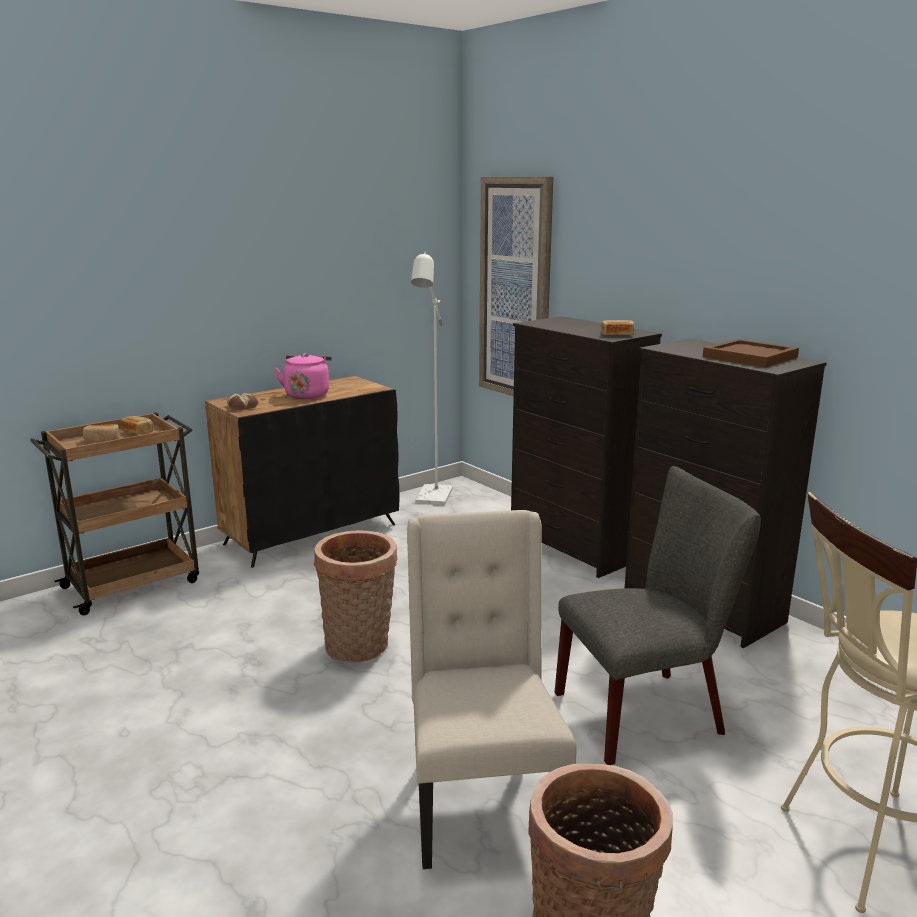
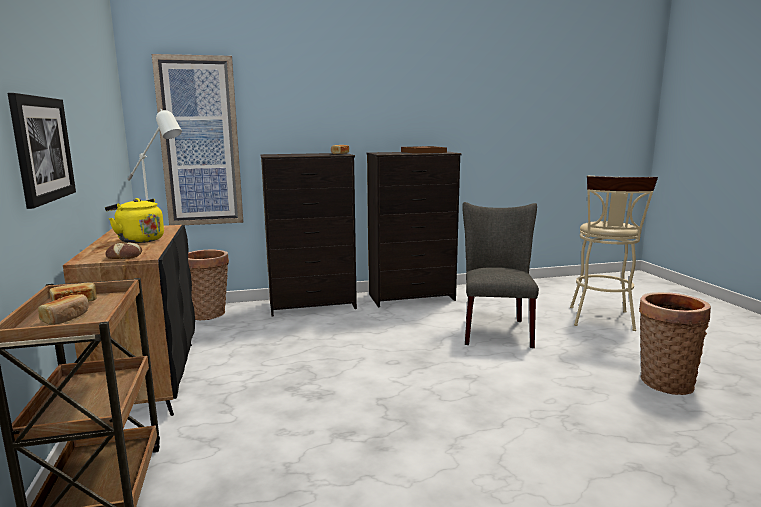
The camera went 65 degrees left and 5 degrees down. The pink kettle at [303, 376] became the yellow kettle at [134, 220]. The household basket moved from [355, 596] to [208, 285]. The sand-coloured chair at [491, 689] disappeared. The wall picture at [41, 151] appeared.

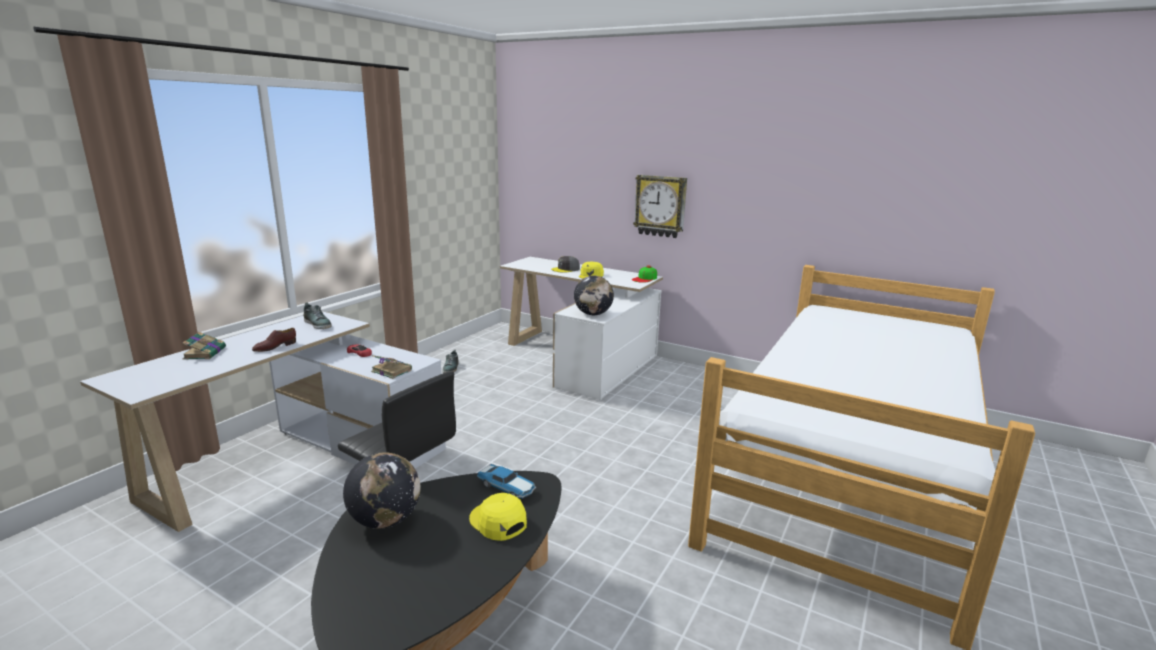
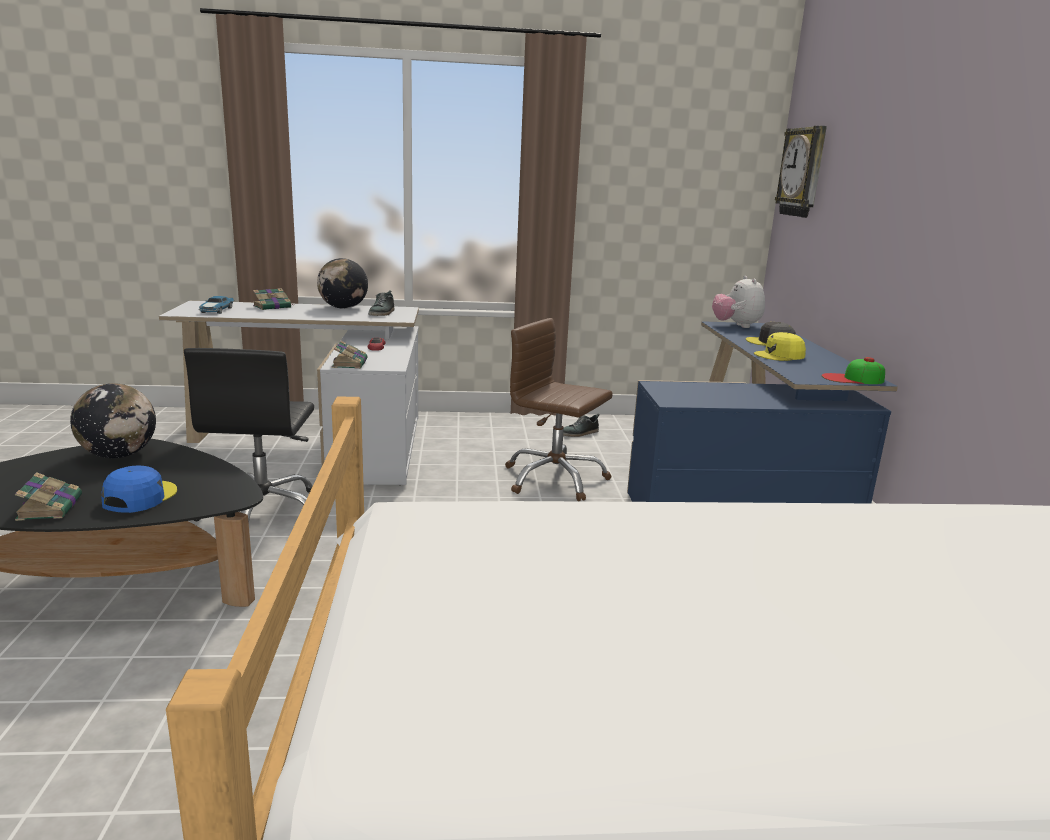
The camera went 55 degrees right and 0 degrees up. The brown item of footwear at [274, 340] disappeared. The yellow peaked cap at [498, 517] became the blue-coloured peaked cap at [139, 489]. The toy car moved from [506, 481] to [216, 305]. The white desk table at [581, 328] became the blue-coloured desk table at [762, 412]. The world globe moved from [594, 295] to [342, 283]. The hanging clock moved from [660, 206] to [801, 172]. The volume at [48, 496] appeared. The brown desk chair at [559, 409] appeared. The soft toy at [738, 302] appeared.

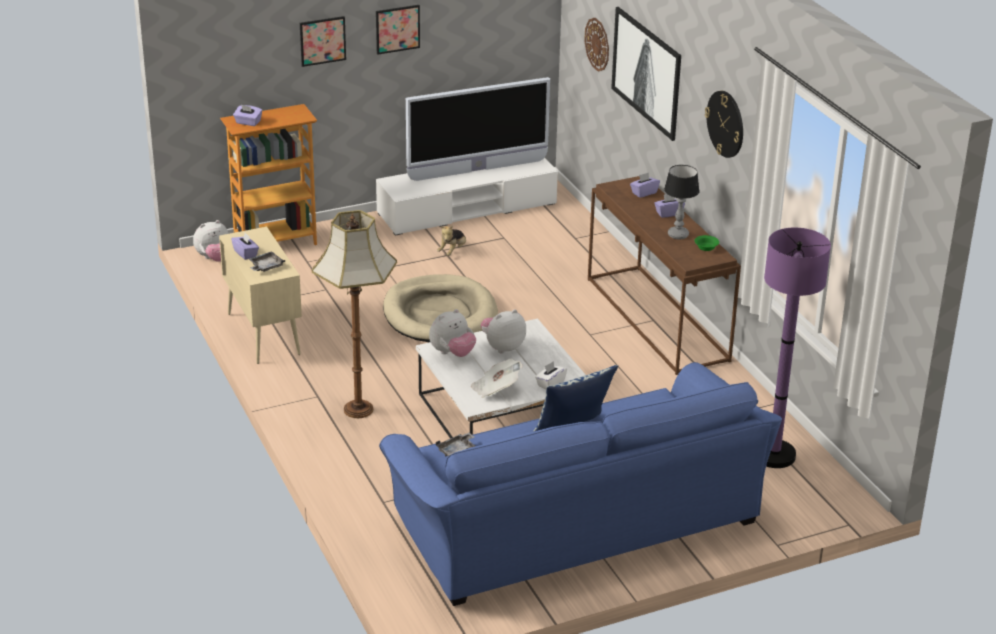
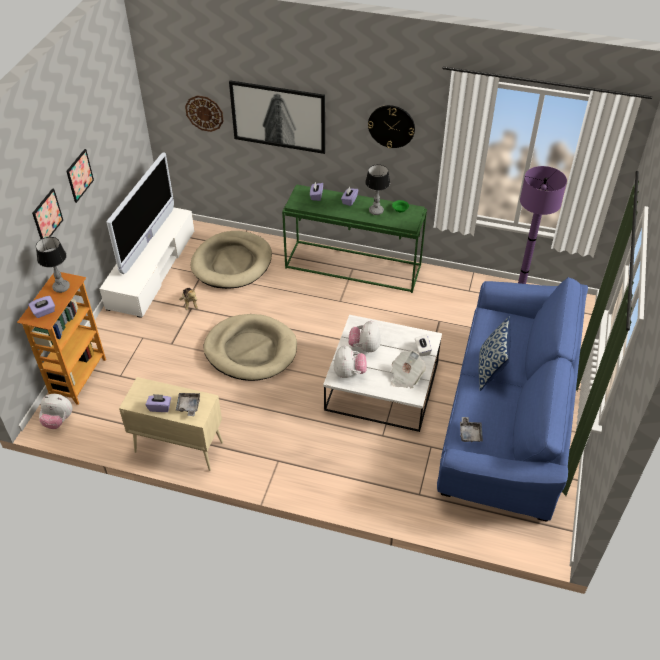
The camera went 50 degrees left and 15 degrees up. The soft toy at [211, 241] turned 90 degrees clockwise. The standard lamp at [354, 314] disappeared. The brown hall table at [664, 275] became the green-coloured hall table at [354, 239]. The tabletop lamp at [53, 265] appeared. The sand-coloured dog cushion at [231, 260] appeared.

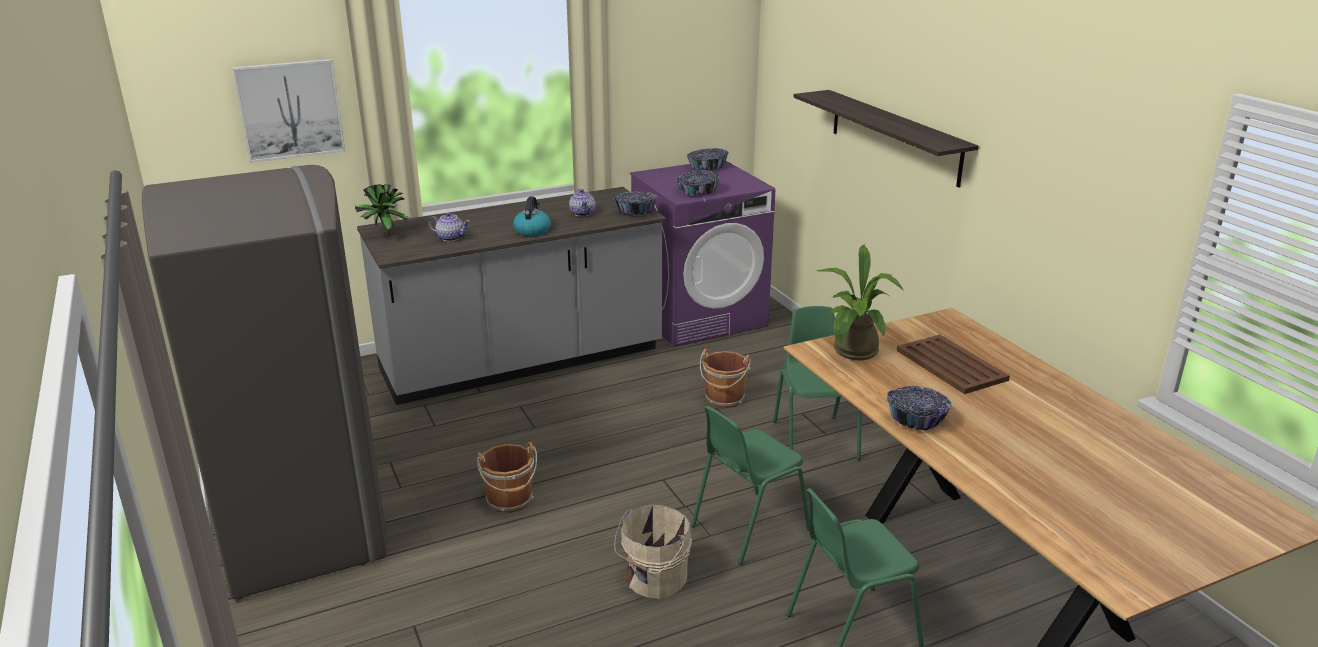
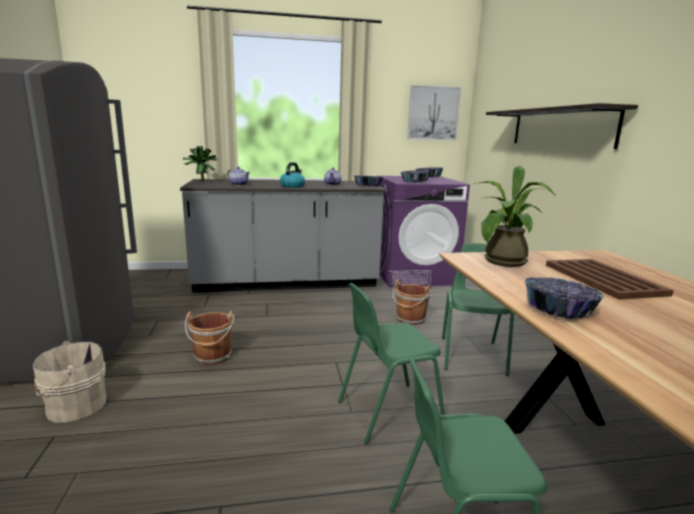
The camera went 15 degrees right and 10 degrees down. The wall picture moved from [288, 111] to [434, 112]. The sand-coloured water bucket moved from [653, 552] to [69, 382].

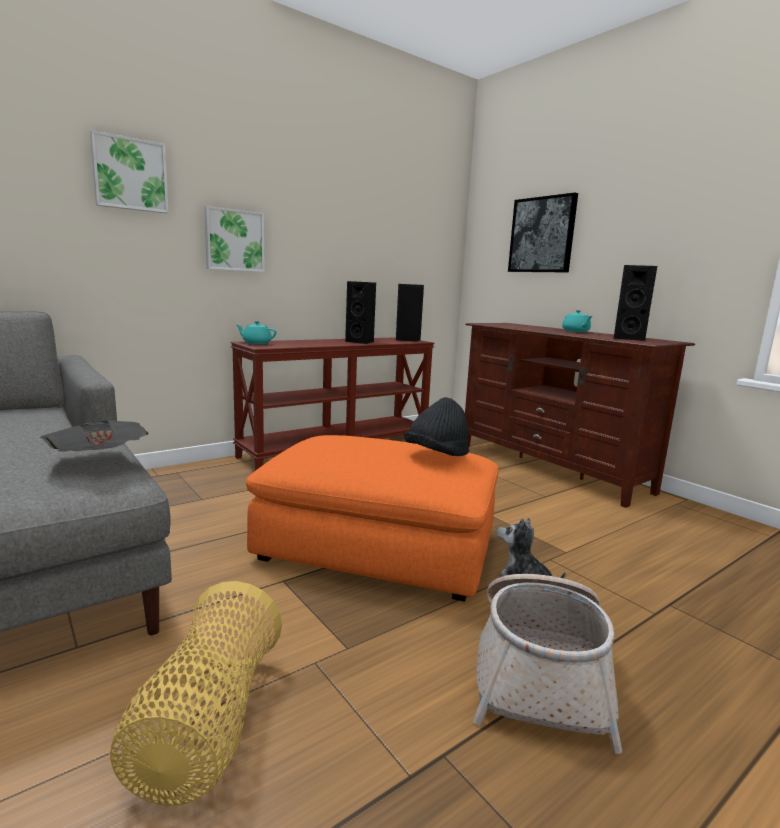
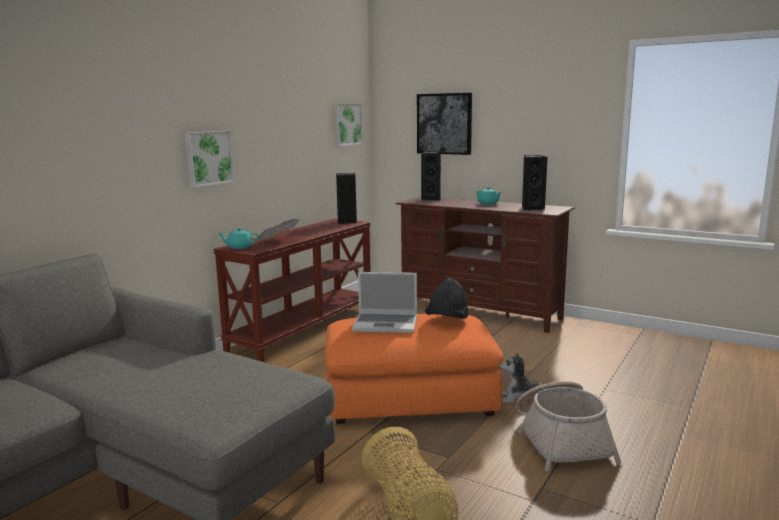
The camera went 20 degrees left and 0 degrees up. The newspaper moved from [94, 436] to [279, 229]. The wall picture moved from [129, 172] to [348, 125]. The blackish loudspeaker moved from [360, 312] to [431, 175]. The notebook computer at [384, 302] appeared.

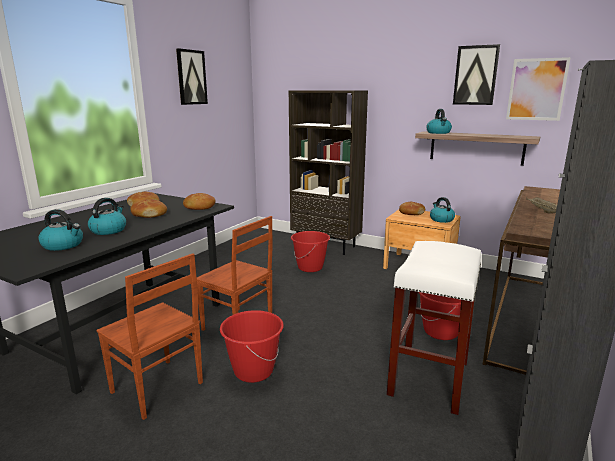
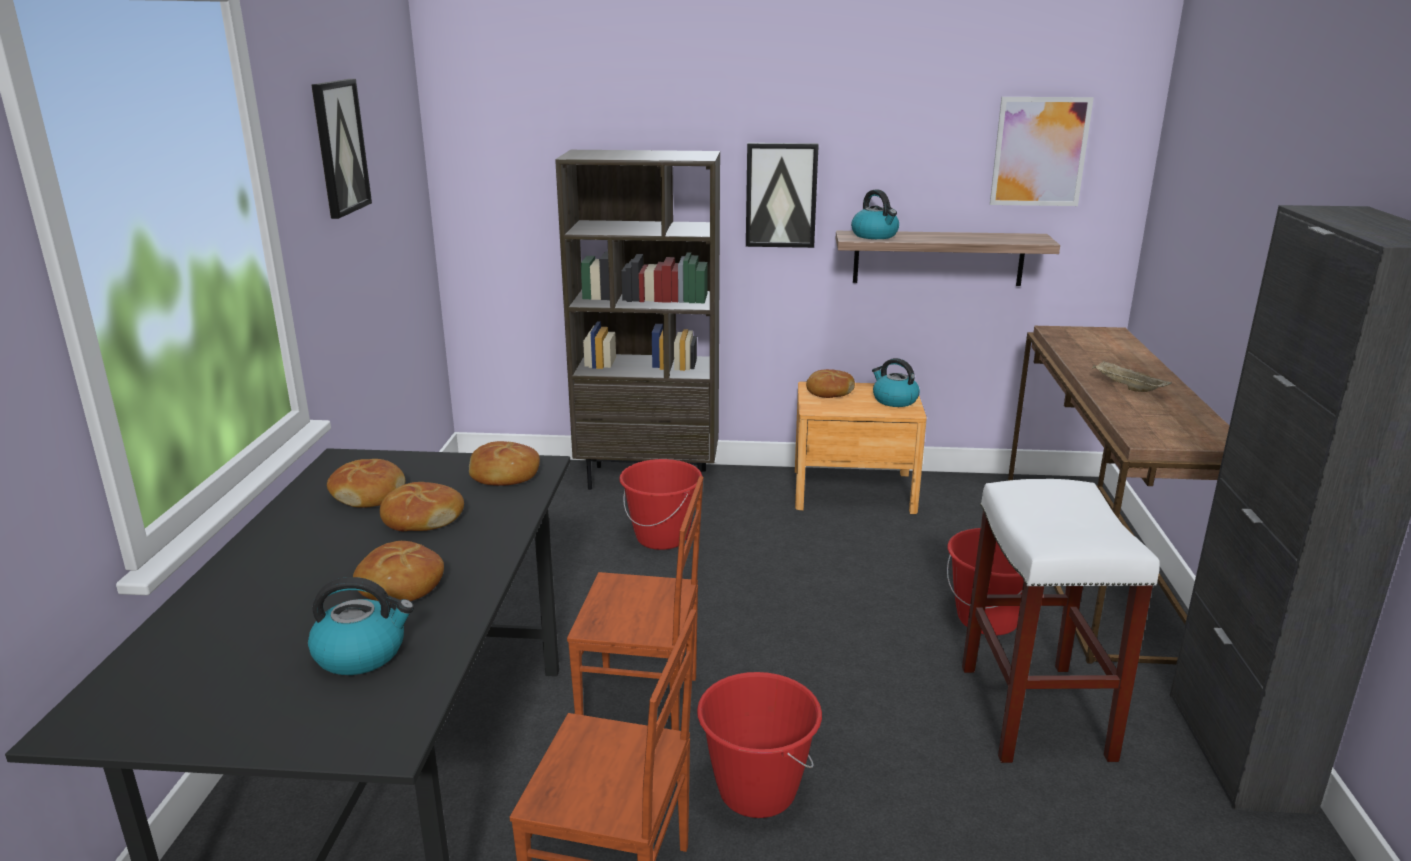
The camera went 25 degrees left and 5 degrees up. The kettle at [107, 216] was replaced by the bakery bread at [398, 571]. The wall picture moved from [476, 74] to [782, 195].

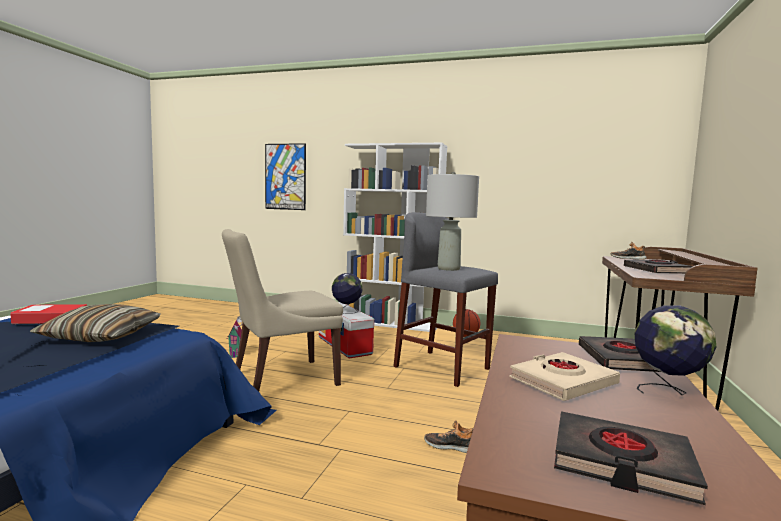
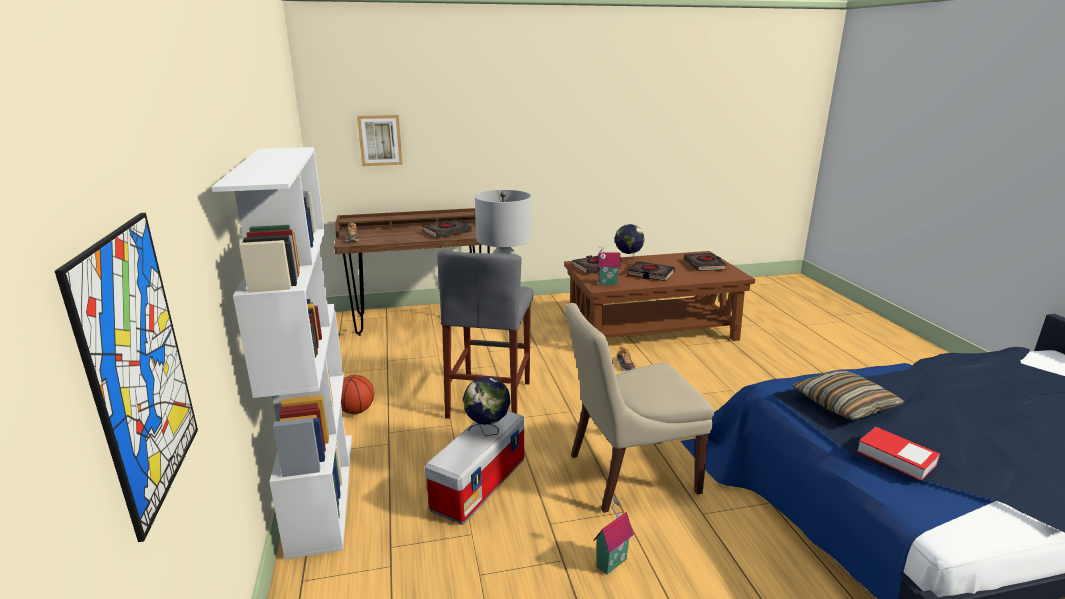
The camera went 120 degrees left and 15 degrees up. The sand-coloured chair at [282, 310] turned 135 degrees clockwise. The sand-coloured volume at [564, 376] became the blackish volume at [651, 271]. The wall picture at [379, 140] appeared. The miniature house at [609, 265] appeared.

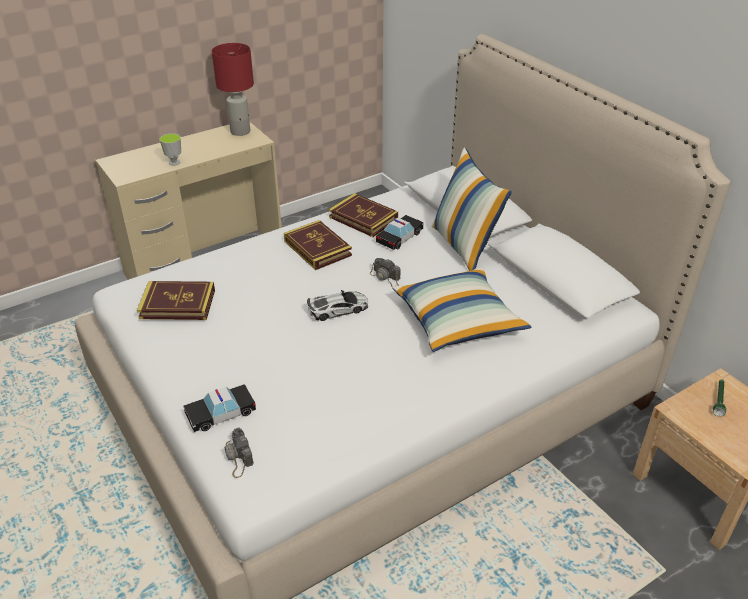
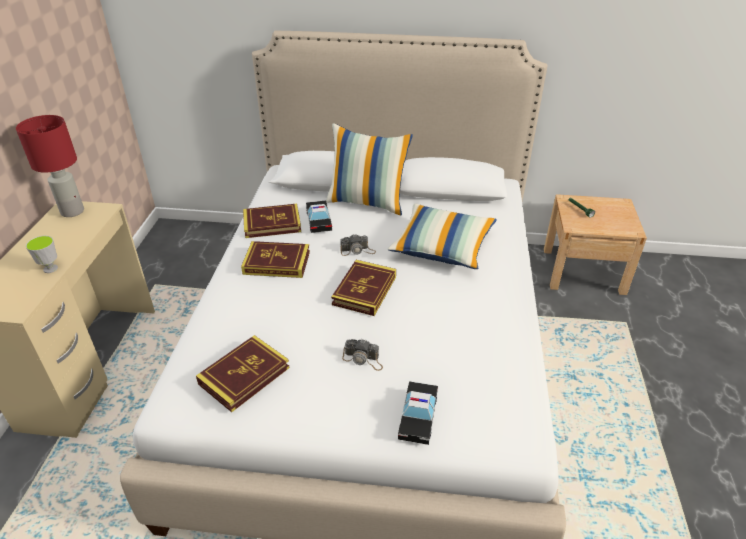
The camera went 50 degrees left and 0 degrees up. The still camera moved from [238, 453] to [362, 355]. The toy car at [337, 305] was replaced by the volume at [363, 288].

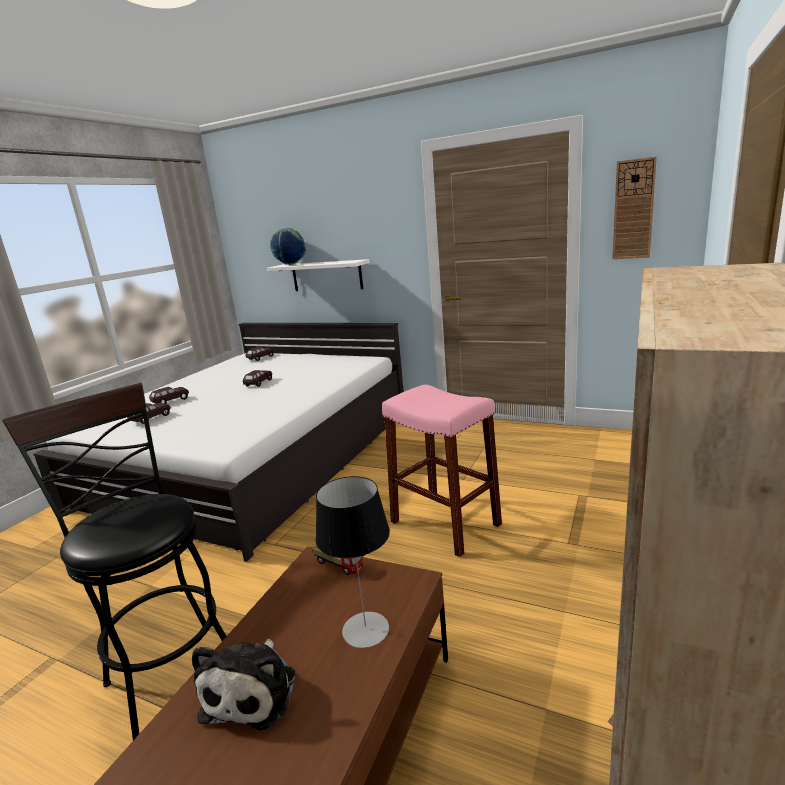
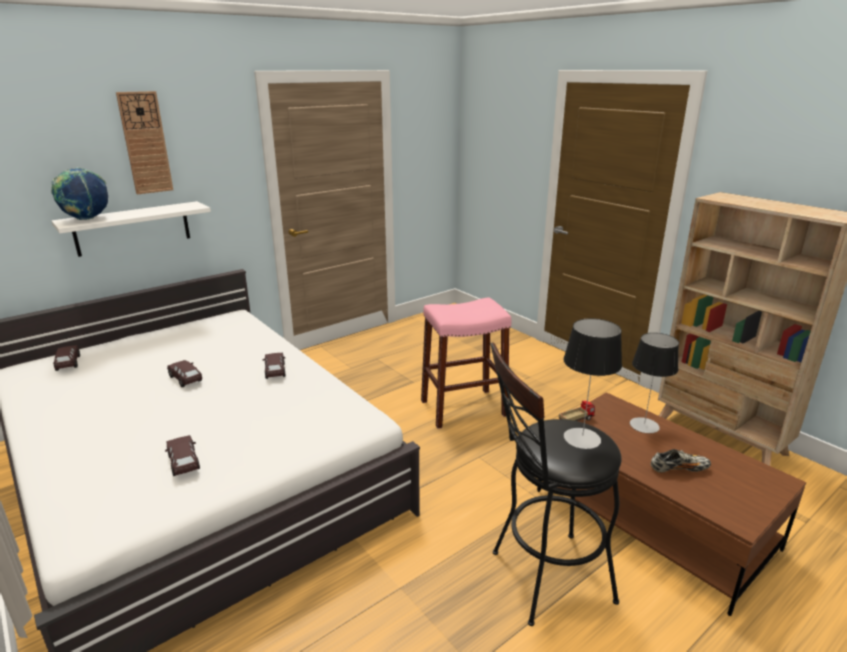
The camera went 65 degrees left and 5 degrees up. The brown toy car moved from [169, 395] to [274, 366]. The soft toy at [243, 685] was replaced by the item of footwear at [681, 461]. The hanging clock moved from [634, 208] to [144, 142]. The tabletop lamp at [592, 383] appeared.

